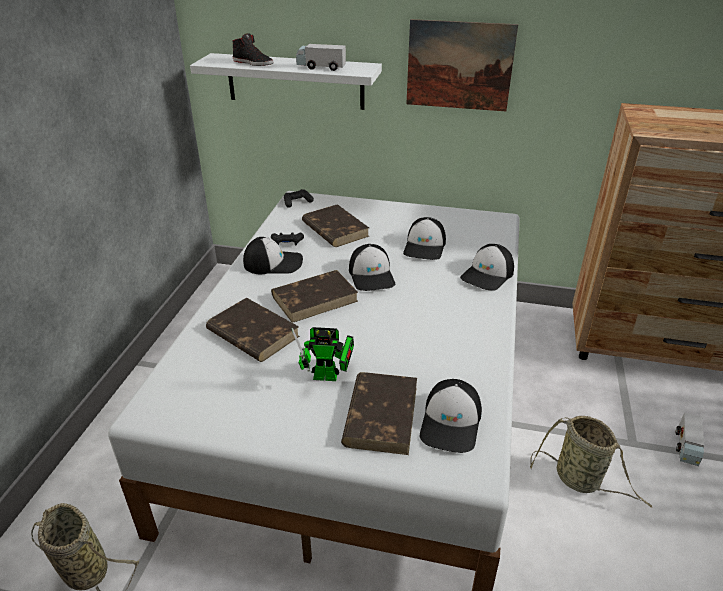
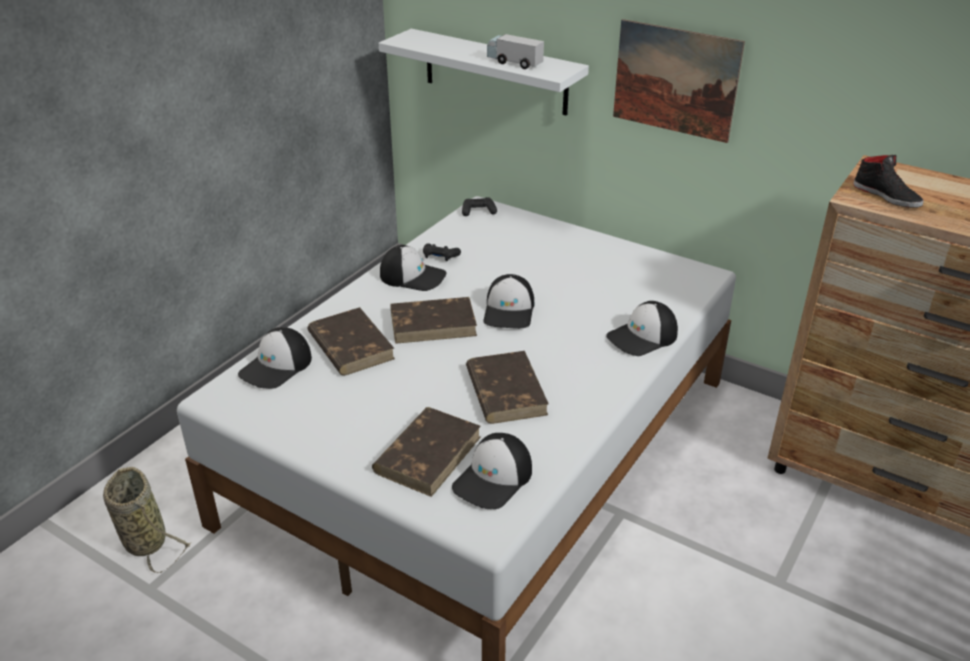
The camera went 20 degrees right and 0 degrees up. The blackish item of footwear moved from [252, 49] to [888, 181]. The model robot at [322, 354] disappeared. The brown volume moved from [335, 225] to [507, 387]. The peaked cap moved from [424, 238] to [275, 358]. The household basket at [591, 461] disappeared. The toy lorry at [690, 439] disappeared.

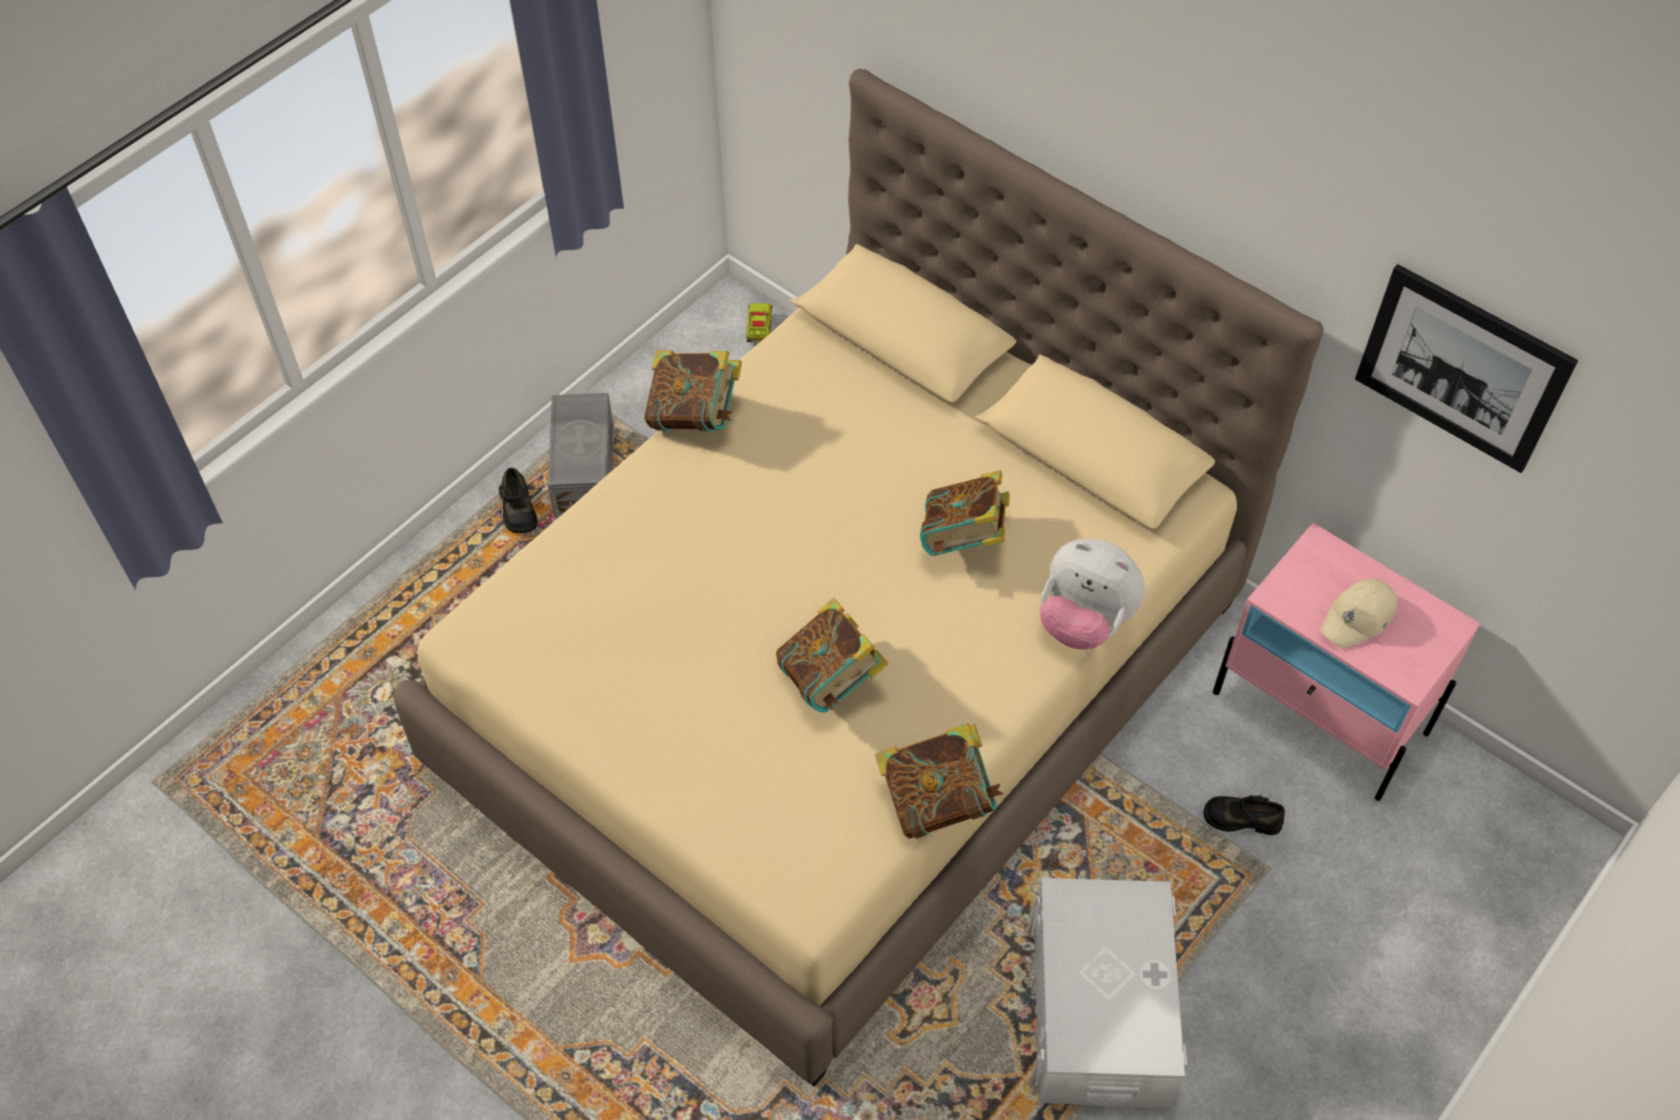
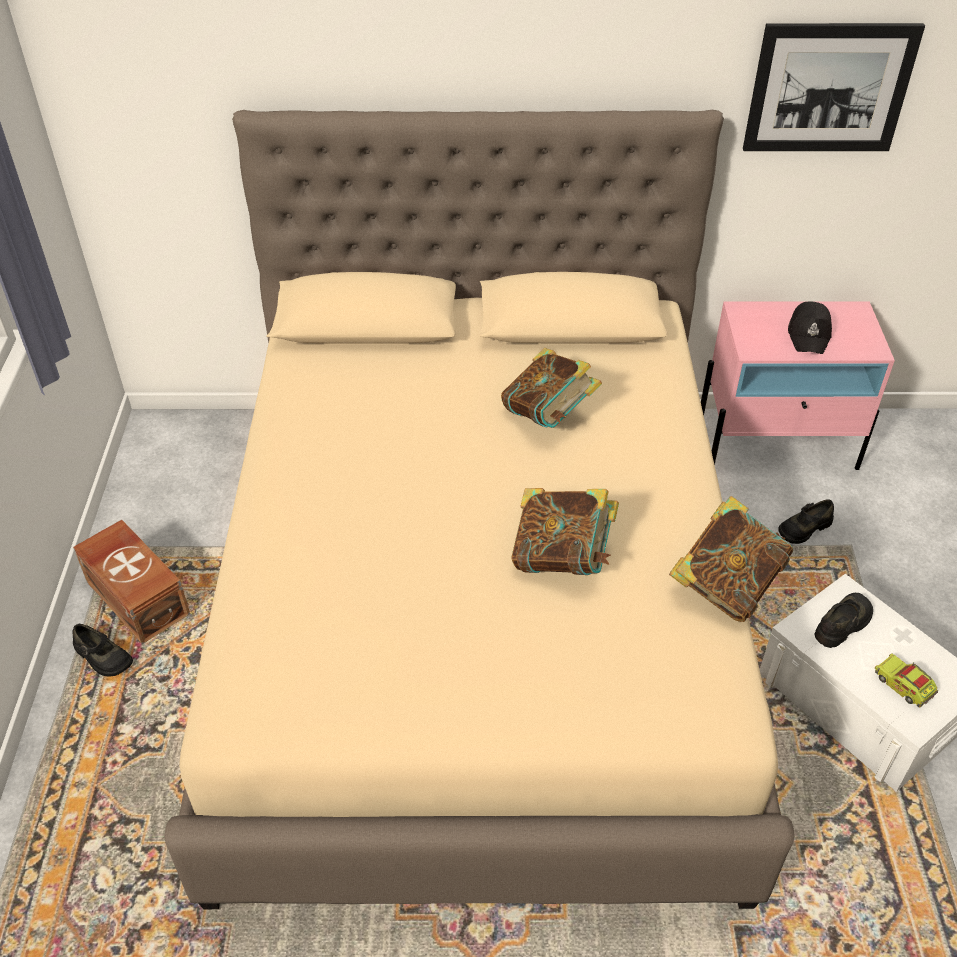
The camera went 40 degrees left and 10 degrees down. The gray storage bin at [581, 455] became the brown storage bin at [131, 582]. The volume at [693, 390] disappeared. The toy lorry moved from [759, 323] to [906, 680]. The soft toy at [1092, 594] disappeared. The sand-coloured peaked cap at [1359, 614] became the blackish peaked cap at [810, 328]. The blackish item of footwear at [844, 620] appeared.

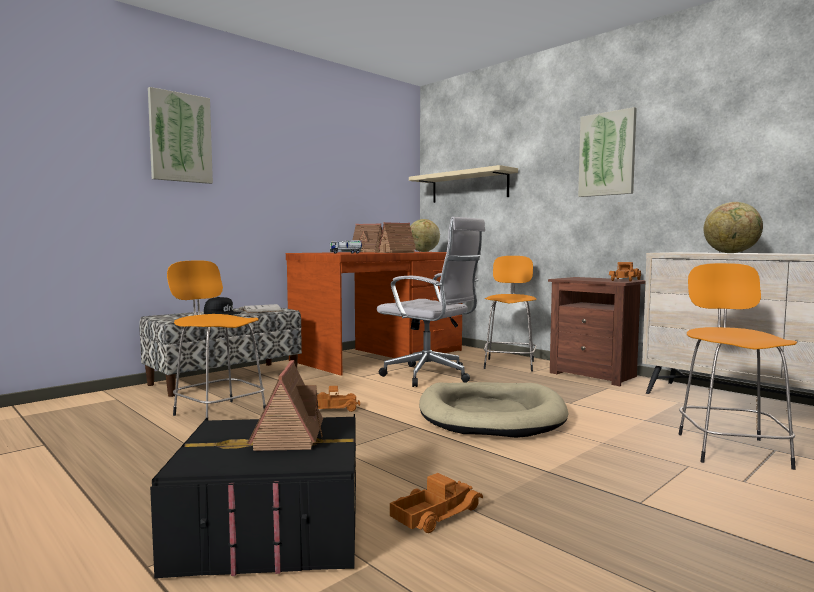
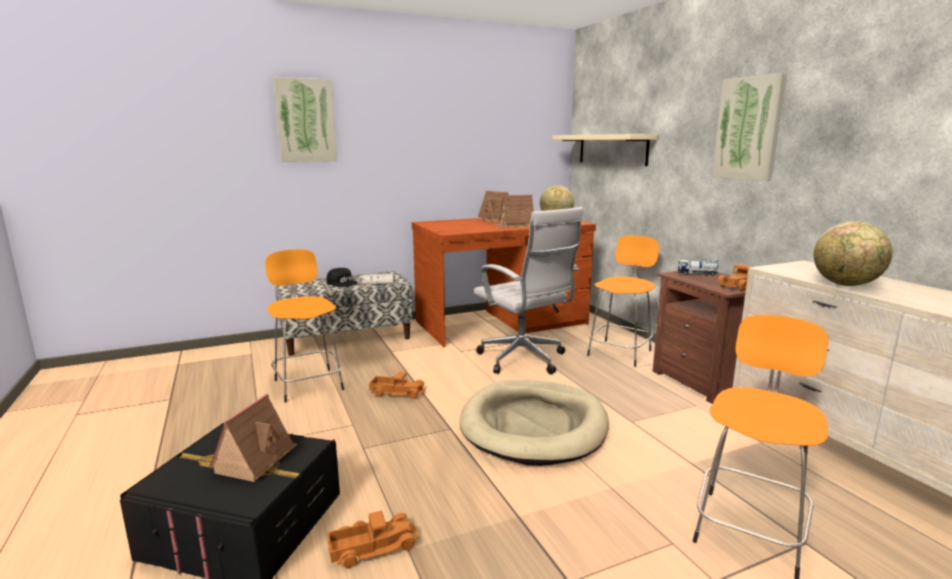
The camera went 20 degrees right and 10 degrees up. The toy lorry moved from [345, 247] to [698, 267].

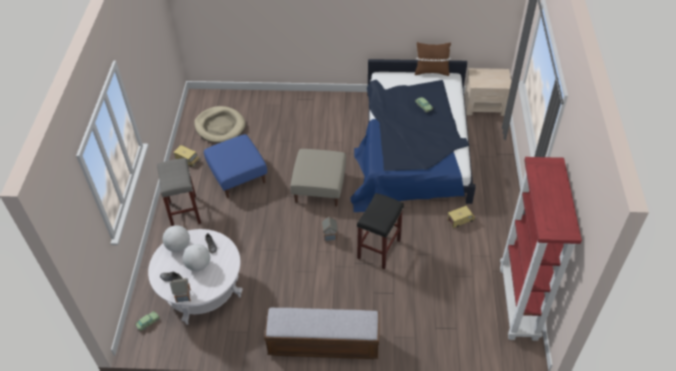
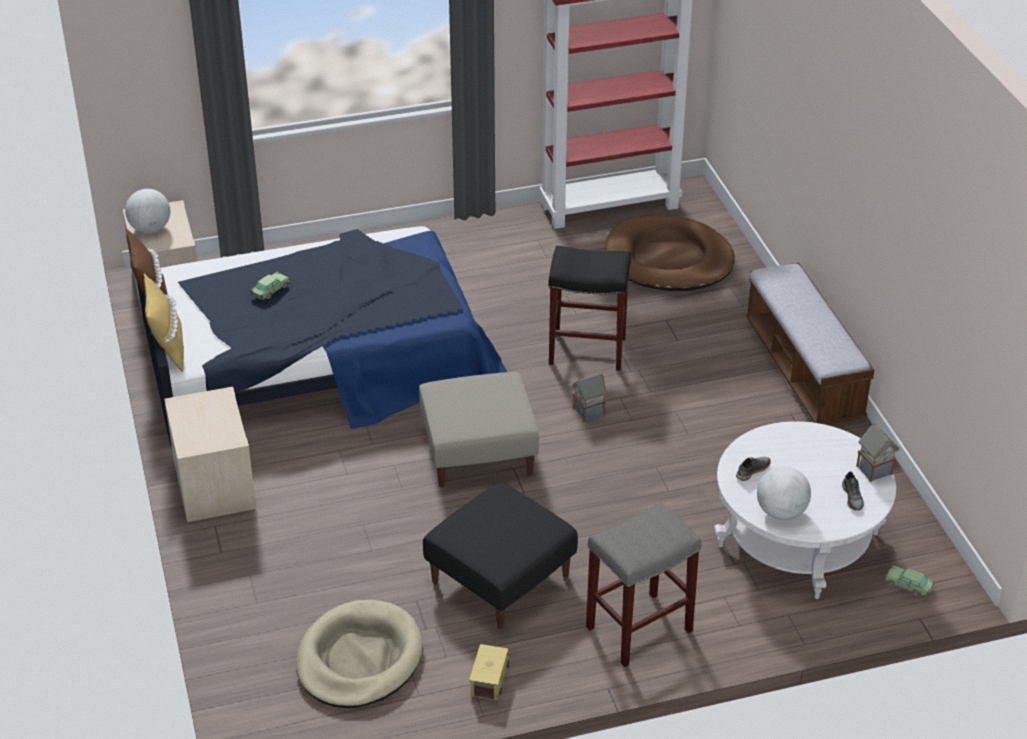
The camera went 110 degrees left and 10 degrees down. The world globe moved from [196, 257] to [147, 211]. The blue-coloured ottoman at [235, 166] became the blackish ottoman at [500, 556]. The toy lorry at [461, 217] disappeared. The yellow pillow at [164, 322] appeared. The sand-coloured bedside table at [210, 454] appeared. The brown dog cushion at [670, 253] appeared.

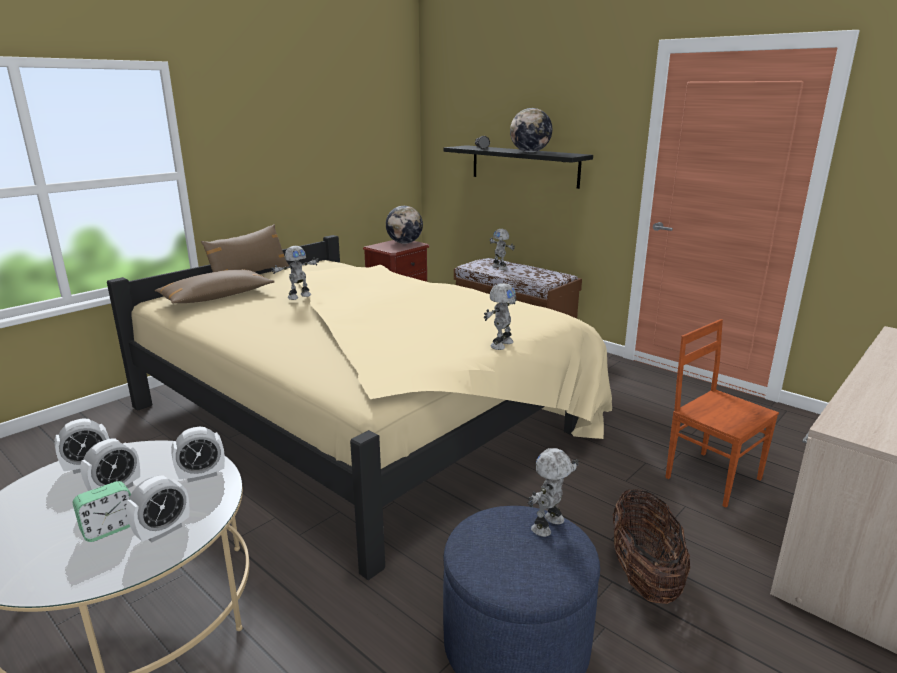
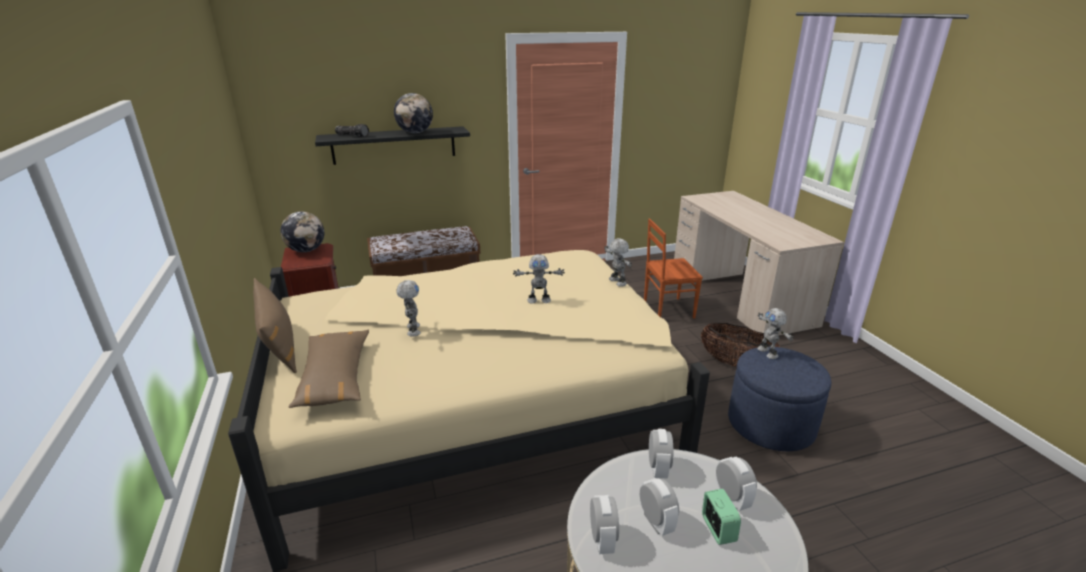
The camera went 60 degrees left and 5 degrees up. The model robot moved from [502, 249] to [539, 279].

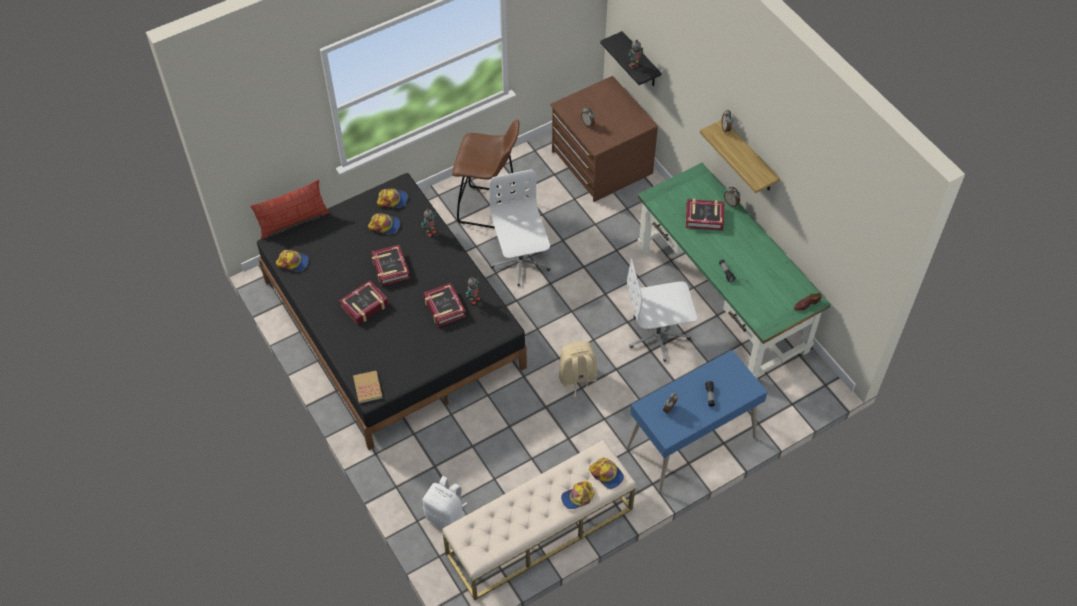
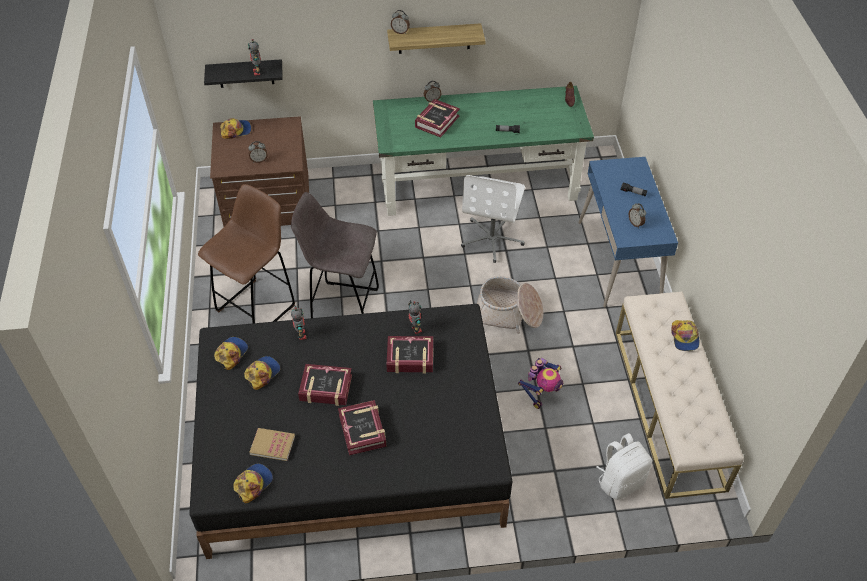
The camera went 65 degrees left and 5 degrees down. The pillow at [290, 209] disappeared. The volume moved from [368, 387] to [272, 444]. The white desk chair at [520, 227] was replaced by the gray stool at [335, 255]. The sand-coloured rucksack at [578, 369] was replaced by the household basket at [510, 305]. The peaked cap moved from [606, 473] to [235, 128]. The model robot at [540, 383] appeared.

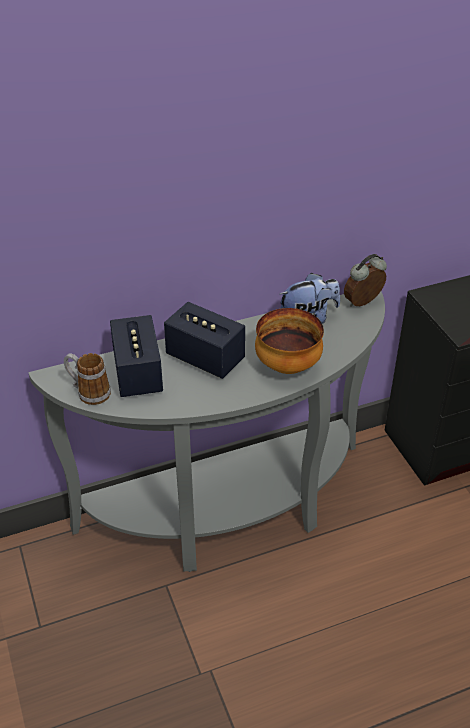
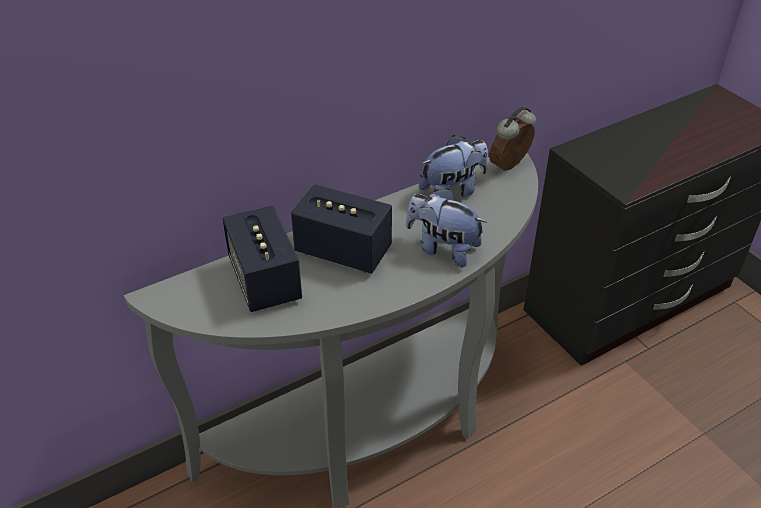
The camera went 10 degrees left and 0 degrees up. The coffee mug at [87, 379] disappeared. The bowl at [289, 341] was replaced by the soft toy at [446, 227].

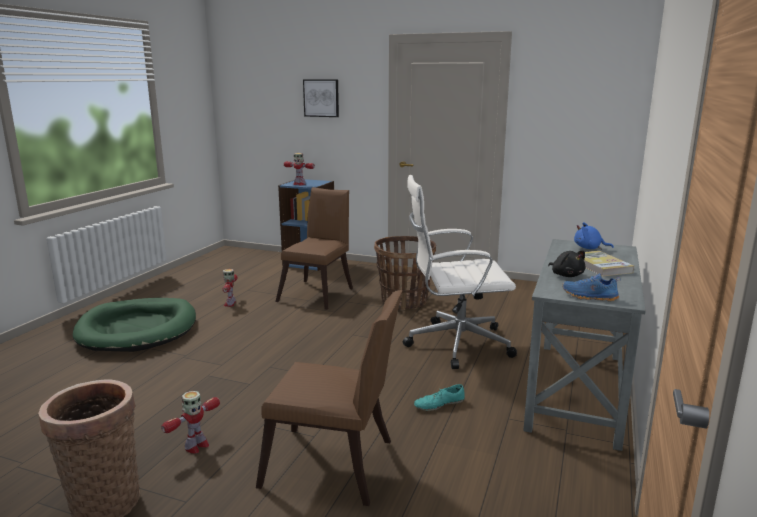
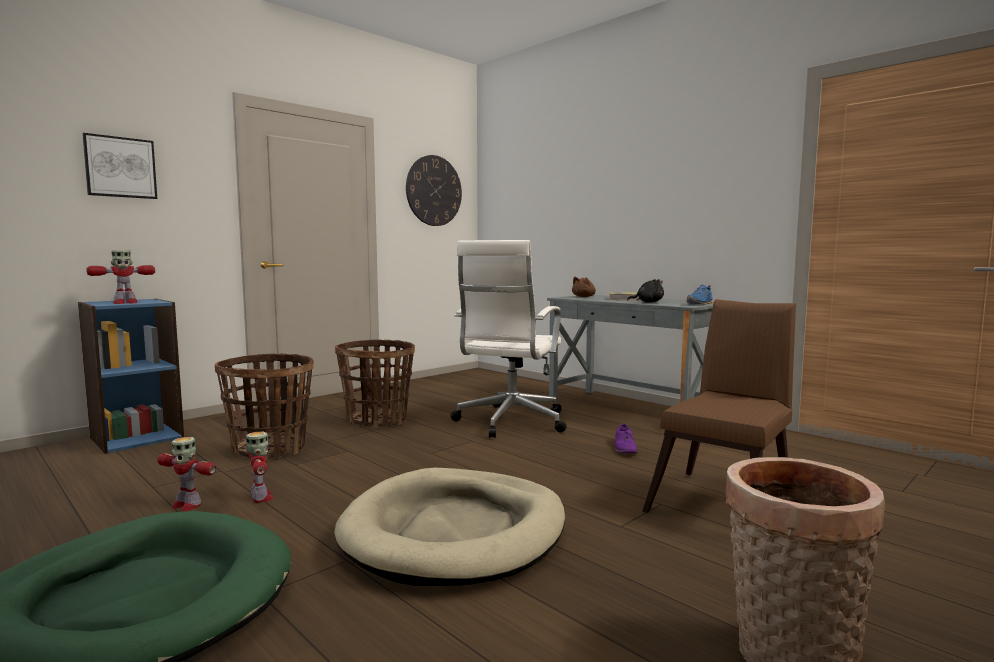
The camera went 65 degrees left and 10 degrees down. The model robot moved from [190, 422] to [259, 467]. The brown chair at [314, 248] was replaced by the household basket at [264, 406]. The turquoise item of footwear at [439, 397] became the purple item of footwear at [626, 439]. The blue-coloured soft toy at [594, 235] became the brown soft toy at [584, 286]. The sand-coloured dog cushion at [449, 527] appeared. The hanging clock at [434, 190] appeared.

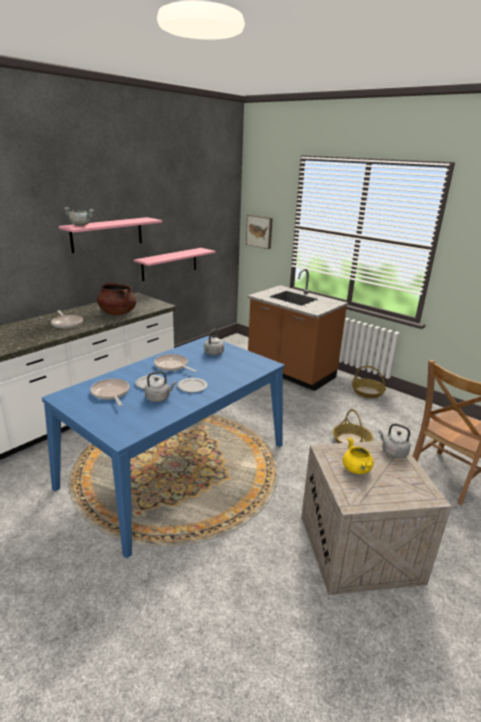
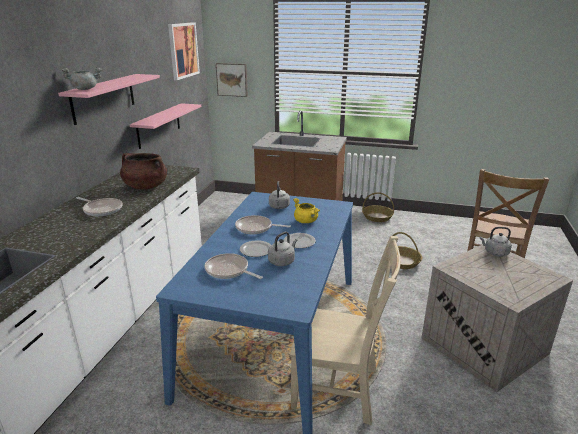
The camera went 25 degrees left and 0 degrees up. The yellow saucepot moved from [358, 456] to [306, 210]. The wall picture at [184, 51] appeared. The sand-coloured chair at [345, 330] appeared.

